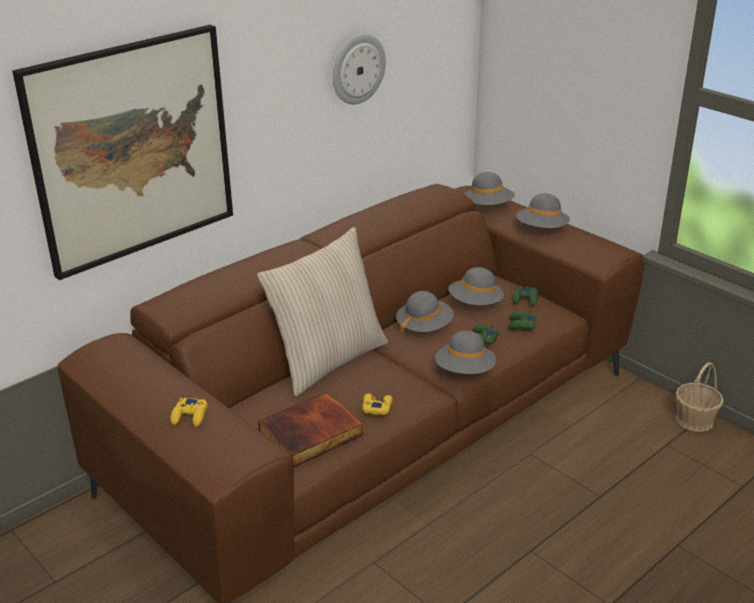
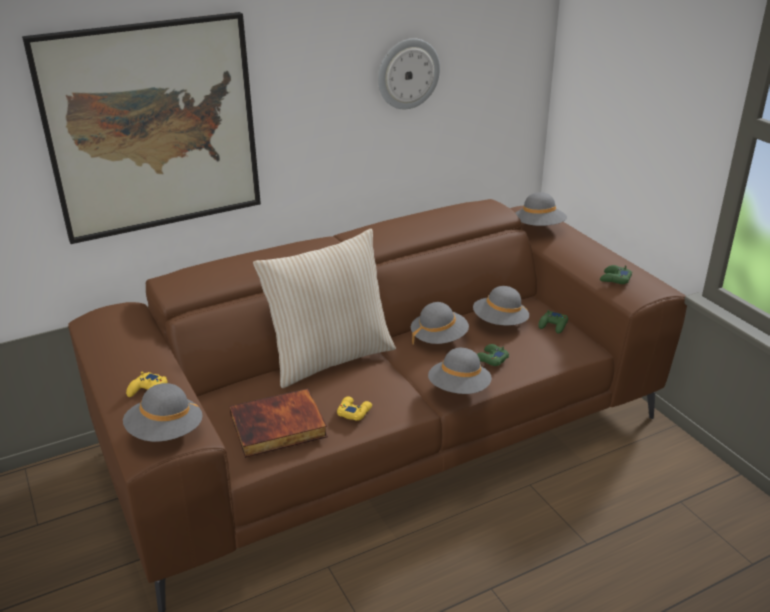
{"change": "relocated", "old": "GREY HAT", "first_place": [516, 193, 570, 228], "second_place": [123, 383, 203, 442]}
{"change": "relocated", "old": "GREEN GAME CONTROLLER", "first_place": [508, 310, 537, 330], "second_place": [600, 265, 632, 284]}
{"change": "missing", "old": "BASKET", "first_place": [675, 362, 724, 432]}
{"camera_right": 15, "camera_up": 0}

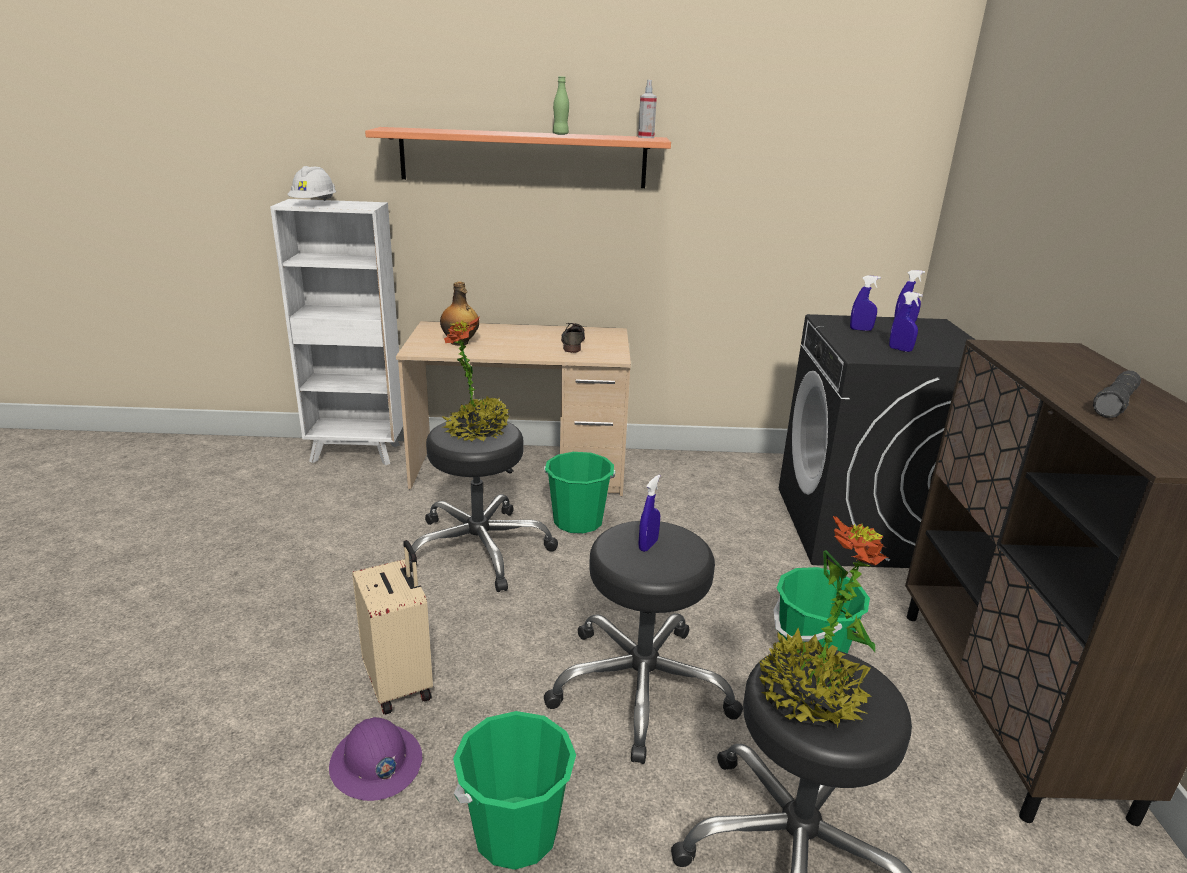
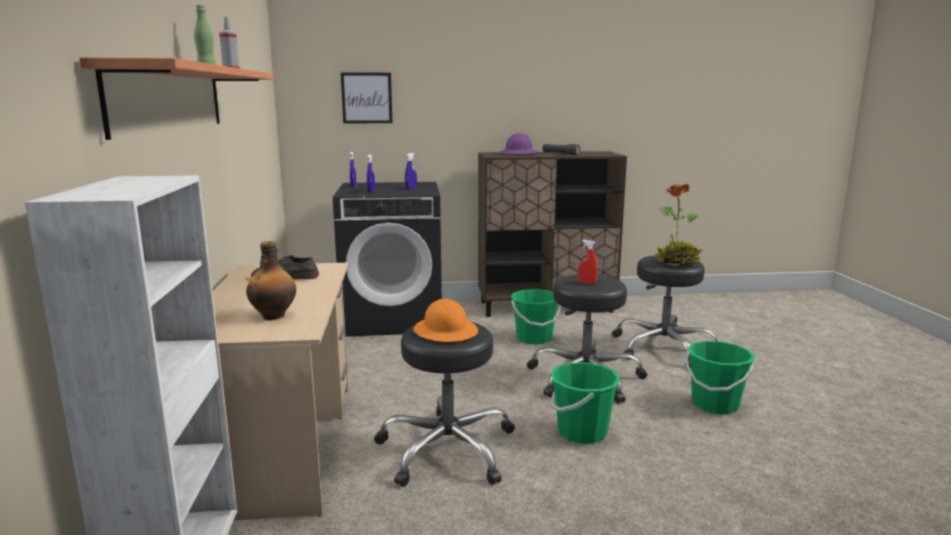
{"change": "appeared", "new": "PICTURE", "second_place": [341, 72, 393, 123]}
{"change": "exchanged", "old": "POTTED PLANT", "new": "ORANGE HARD HAT", "first_place": [442, 317, 509, 442], "second_place": [413, 299, 478, 342]}
{"change": "relocated", "old": "PURPLE HARD HAT", "first_place": [329, 717, 422, 801], "second_place": [499, 133, 539, 154]}
{"change": "relocated", "old": "GREEN BUCKET", "first_place": [544, 452, 615, 534], "second_place": [551, 362, 621, 444]}
{"change": "colour", "old": "BLUE SPRAY BOTTLE", "new": "RED SPRAY BOTTLE", "first_place": [638, 474, 660, 552], "second_place": [578, 240, 598, 284]}
{"change": "missing", "old": "WHITE HARD HAT", "first_place": [287, 166, 336, 201]}
{"change": "missing", "old": "BEIGE SUITCASE", "first_place": [352, 540, 433, 714]}
{"camera_right": -95, "camera_up": -10}

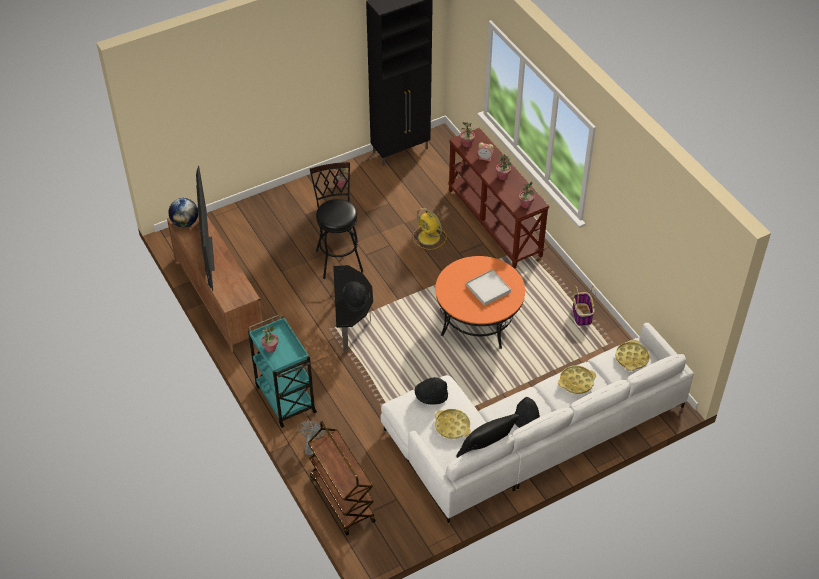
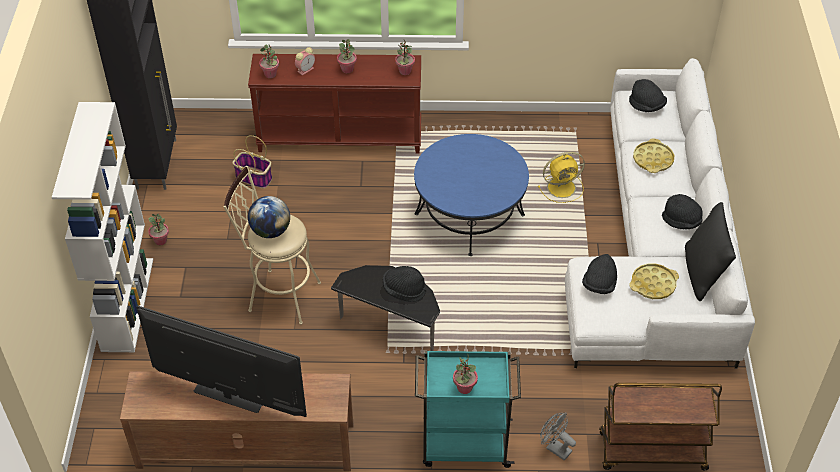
{"change": "appeared", "new": "WHITE BOOKCASE", "second_place": [52, 102, 153, 352]}
{"change": "colour", "old": "BLACK STOOL", "new": "BEIGE STOOL", "first_place": [310, 162, 364, 279], "second_place": [224, 166, 321, 325]}
{"change": "relocated", "old": "BASKET", "first_place": [573, 285, 596, 326], "second_place": [233, 135, 272, 188]}
{"change": "relocated", "old": "GLOBE", "first_place": [168, 198, 198, 227], "second_place": [248, 196, 290, 238]}
{"change": "colour", "old": "ORANGE COFFEE TABLE", "new": "BLUE COFFEE TABLE", "first_place": [435, 256, 525, 349], "second_place": [414, 134, 529, 256]}
{"change": "relocated", "old": "YELLOW FAN", "first_place": [413, 208, 447, 250], "second_place": [538, 152, 585, 203]}
{"change": "exchanged", "old": "YELLOW TRAY", "new": "BLACK HAT", "first_place": [615, 340, 649, 371], "second_place": [629, 79, 667, 112]}
{"change": "missing", "old": "WHITE TRAY", "first_place": [466, 270, 511, 306]}
{"camera_right": -60, "camera_up": 0}

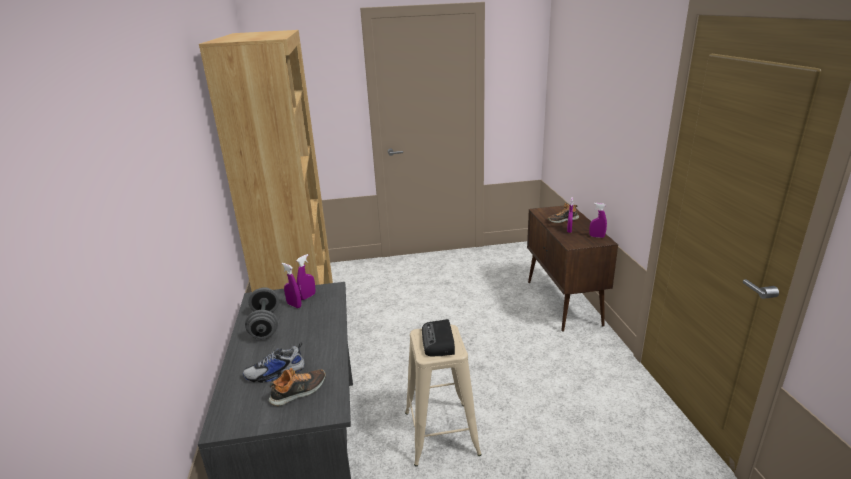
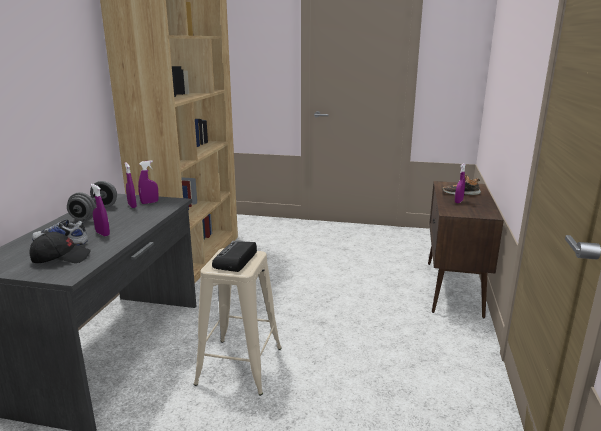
{"change": "exchanged", "old": "SHOE", "new": "BLACK CAP", "first_place": [269, 368, 326, 406], "second_place": [30, 232, 91, 263]}
{"change": "relocated", "old": "PURPLE SPRAY BOTTLE", "first_place": [589, 203, 607, 238], "second_place": [91, 184, 110, 236]}
{"camera_right": 20, "camera_up": -5}

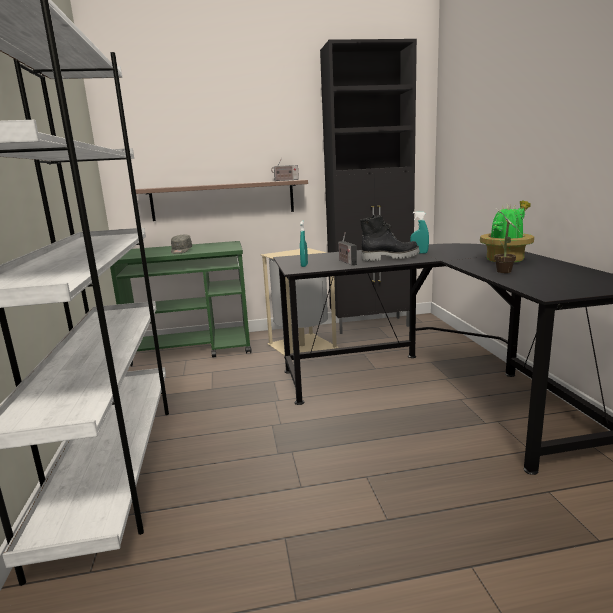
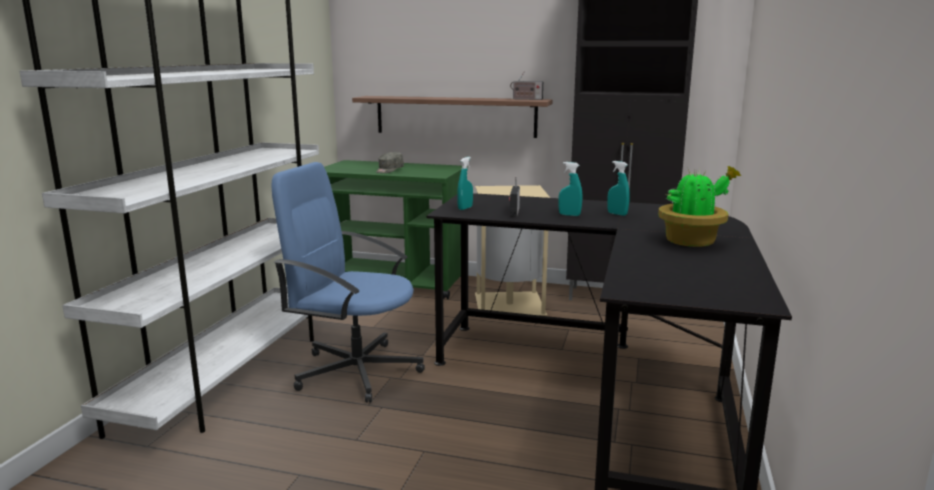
{"change": "appeared", "new": "BLUE OFFICE CHAIR", "second_place": [271, 162, 425, 403]}
{"change": "exchanged", "old": "BLACK BOOT", "new": "TURQUOISE SPRAY BOTTLE", "first_place": [360, 215, 420, 261], "second_place": [559, 162, 582, 216]}
{"change": "missing", "old": "POTTED PLANT", "first_place": [494, 209, 522, 273]}
{"camera_right": 25, "camera_up": 0}

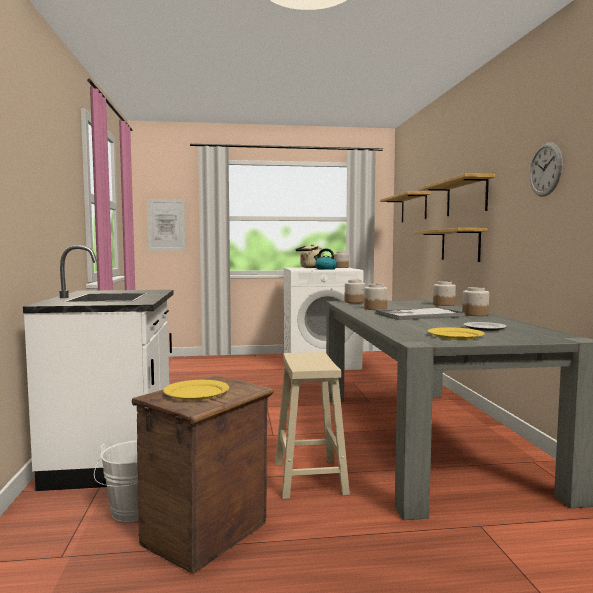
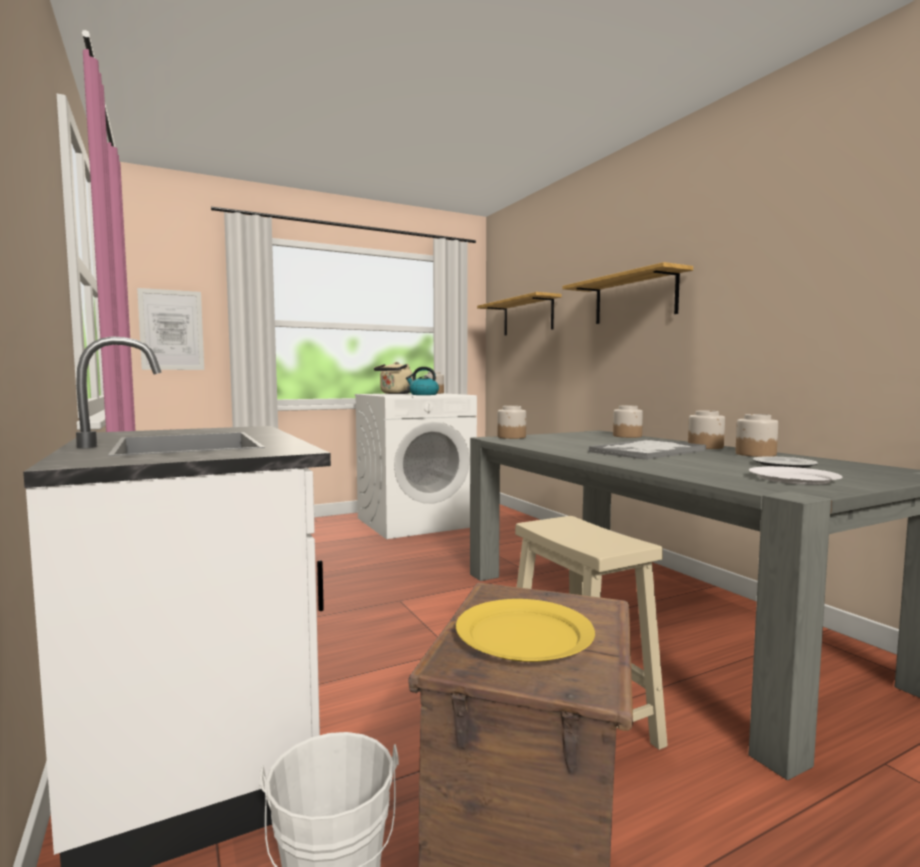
{"change": "relocated", "old": "JAR", "first_place": [364, 284, 387, 310], "second_place": [736, 414, 778, 457]}
{"change": "colour", "old": "YELLOW PLATE", "new": "WHITE PLATE", "first_place": [428, 327, 485, 340], "second_place": [749, 466, 842, 485]}
{"change": "missing", "old": "SHELF", "first_place": [415, 228, 487, 262]}
{"change": "missing", "old": "WALL CLOCK", "first_place": [529, 142, 563, 197]}
{"camera_right": -20, "camera_up": 0}

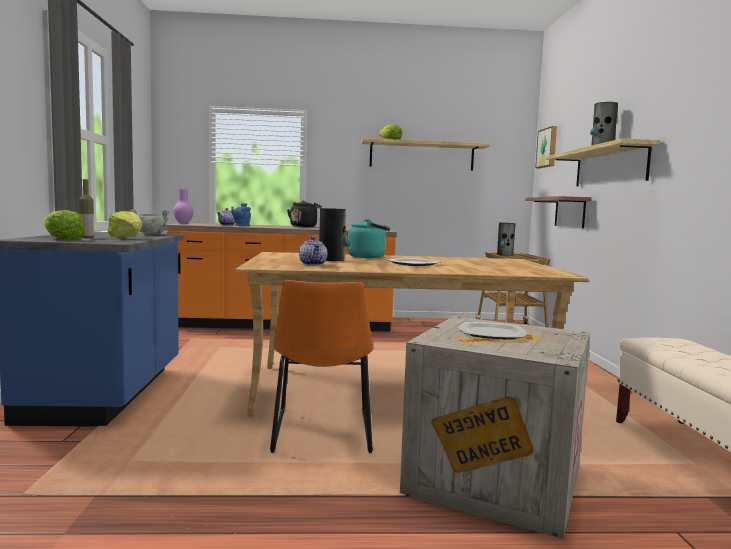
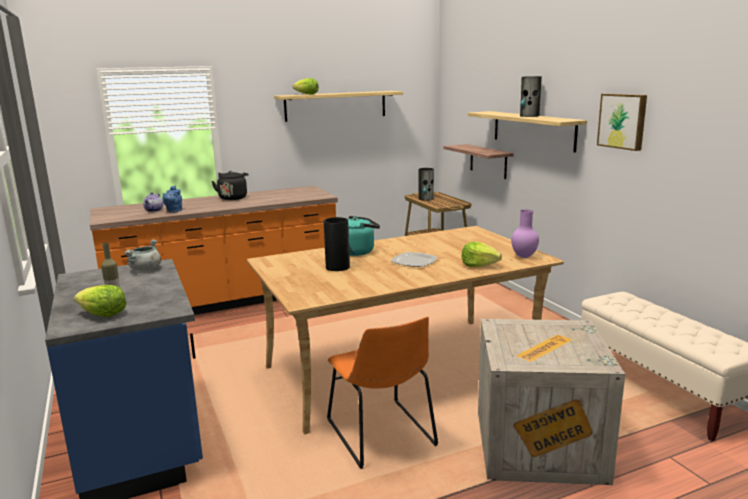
{"change": "relocated", "old": "LETTUCE", "first_place": [107, 211, 142, 238], "second_place": [462, 241, 502, 267]}
{"change": "relocated", "old": "PURPLE VASE", "first_place": [173, 189, 194, 224], "second_place": [511, 210, 539, 258]}
{"change": "relocated", "old": "PICTURE", "first_place": [535, 126, 557, 168], "second_place": [597, 94, 647, 151]}
{"change": "missing", "old": "TEAPOT", "first_place": [299, 237, 327, 266]}
{"change": "missing", "old": "PLATE", "first_place": [459, 322, 527, 340]}
{"camera_right": -20, "camera_up": 10}

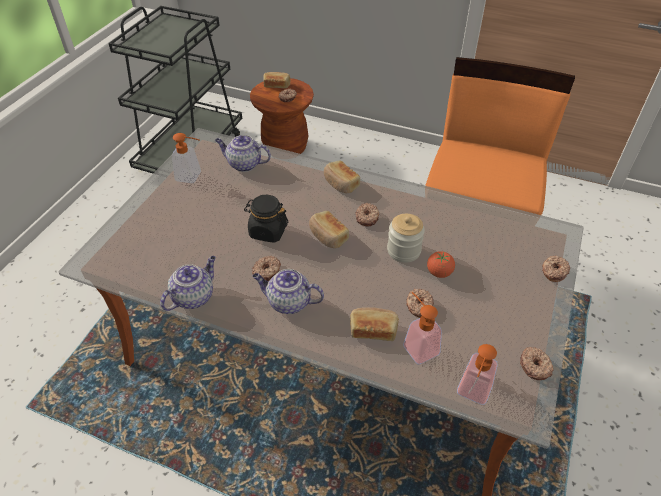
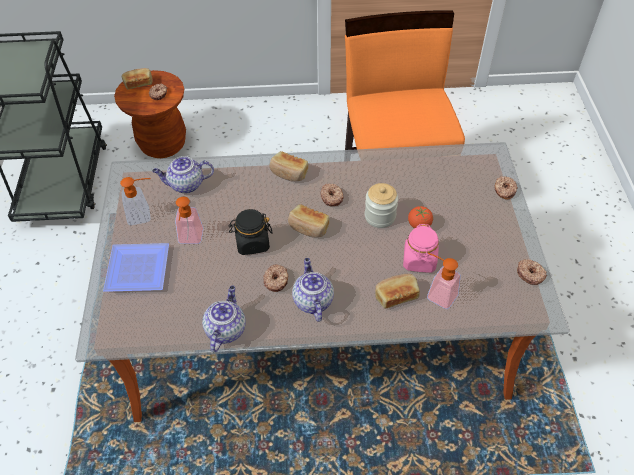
{"change": "appeared", "new": "PLATE", "second_place": [103, 243, 169, 292]}
{"change": "relocated", "old": "SOAP DISPENSER", "first_place": [457, 344, 498, 405], "second_place": [175, 197, 204, 244]}
{"change": "spun", "old": "TEAPOT", "first_place": [252, 269, 324, 314], "second_place": [292, 258, 334, 322], "degrees": 90}
{"change": "exchanged", "old": "DONUT", "new": "PINK JAR", "first_place": [406, 288, 434, 318], "second_place": [403, 224, 439, 273]}
{"camera_right": -25, "camera_up": 5}

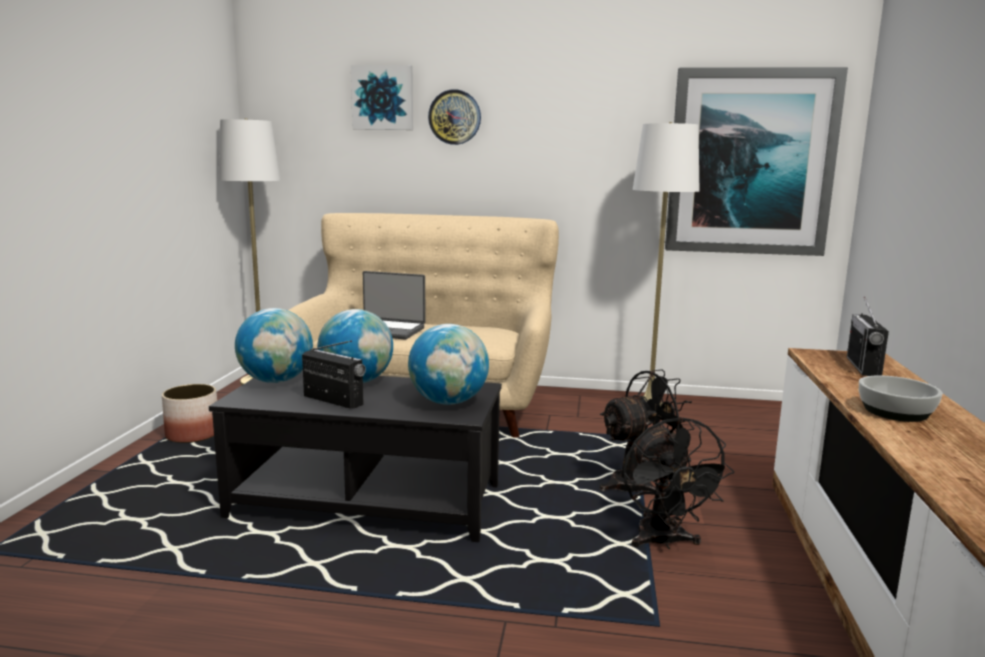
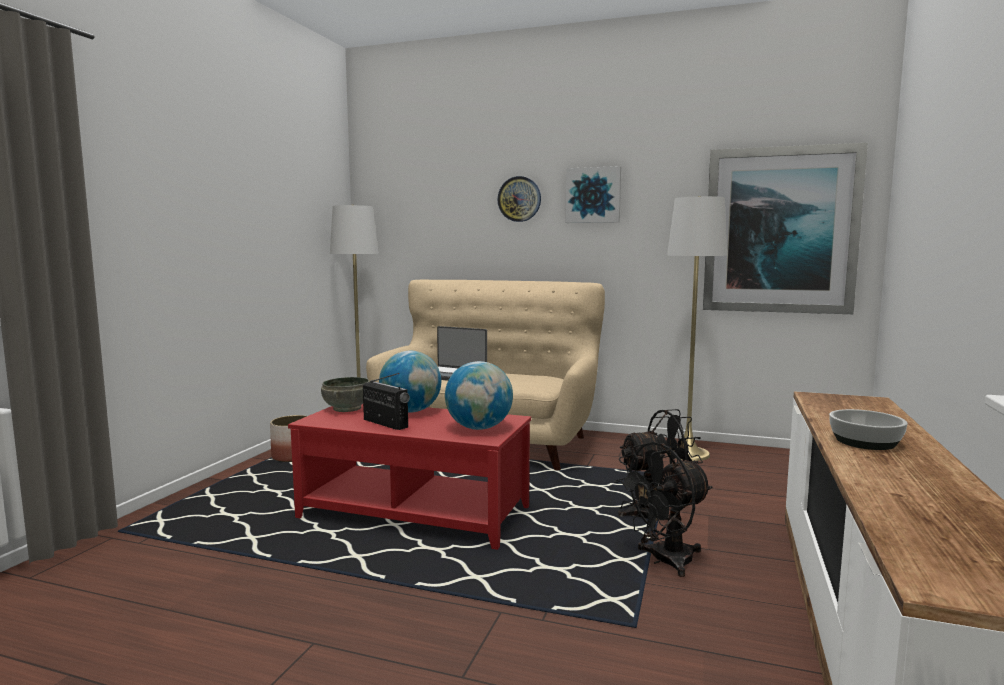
{"change": "colour", "old": "BLACK COFFEE TABLE", "new": "RED COFFEE TABLE", "first_place": [209, 371, 502, 542], "second_place": [288, 404, 531, 550]}
{"change": "exchanged", "old": "GLOBE", "new": "GREY BOWL", "first_place": [235, 308, 313, 383], "second_place": [321, 377, 370, 412]}
{"change": "relocated", "old": "PICTURE", "first_place": [351, 65, 413, 130], "second_place": [565, 166, 621, 223]}
{"change": "spun", "old": "BLACK FAN", "first_place": [623, 417, 734, 549], "second_place": [614, 442, 712, 577], "degrees": 60}
{"change": "missing", "old": "RADIO", "first_place": [847, 297, 889, 376]}
{"camera_right": 10, "camera_up": -5}

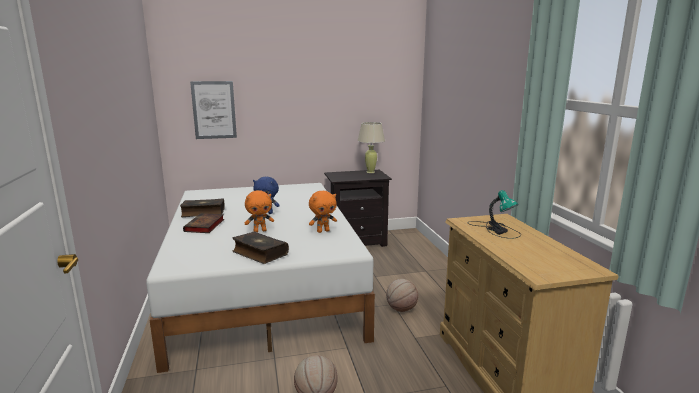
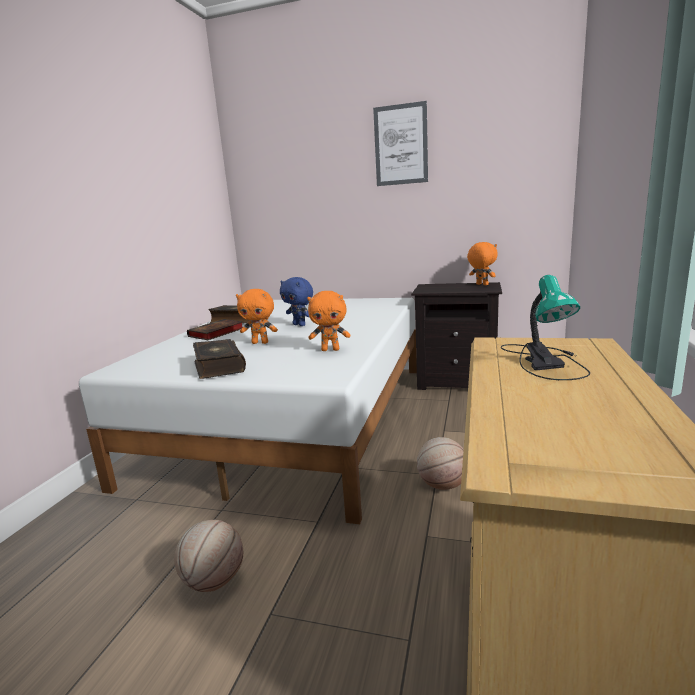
{"change": "relocated", "old": "PICTURE", "first_place": [190, 81, 237, 139], "second_place": [373, 101, 428, 186]}
{"change": "exchanged", "old": "BEIGE TABLE LAMP", "new": "ORANGE PLUSH TOY", "first_place": [358, 122, 385, 173], "second_place": [467, 242, 498, 285]}
{"camera_right": 30, "camera_up": 0}

